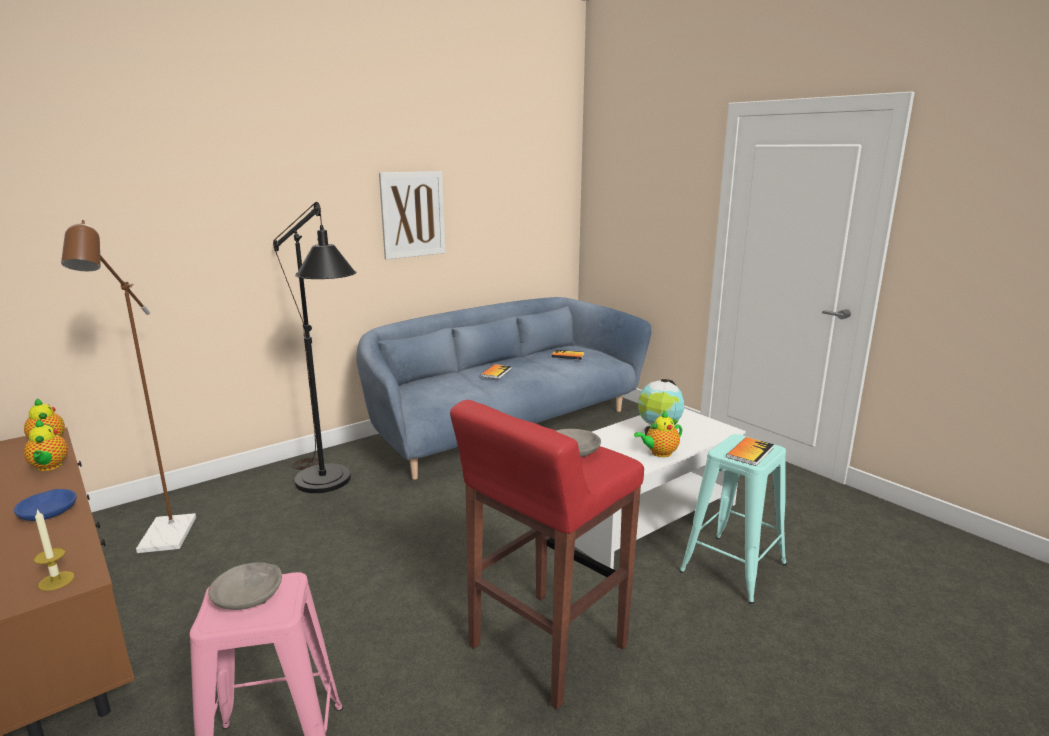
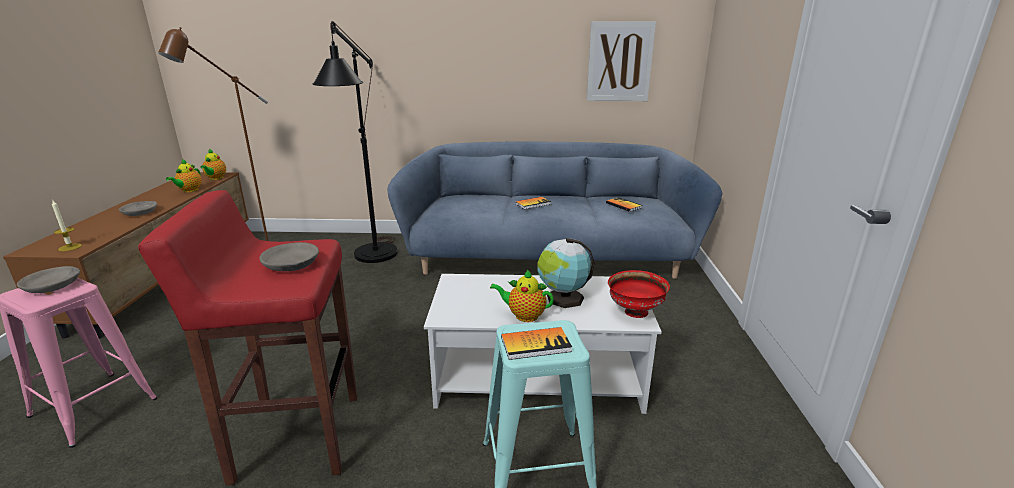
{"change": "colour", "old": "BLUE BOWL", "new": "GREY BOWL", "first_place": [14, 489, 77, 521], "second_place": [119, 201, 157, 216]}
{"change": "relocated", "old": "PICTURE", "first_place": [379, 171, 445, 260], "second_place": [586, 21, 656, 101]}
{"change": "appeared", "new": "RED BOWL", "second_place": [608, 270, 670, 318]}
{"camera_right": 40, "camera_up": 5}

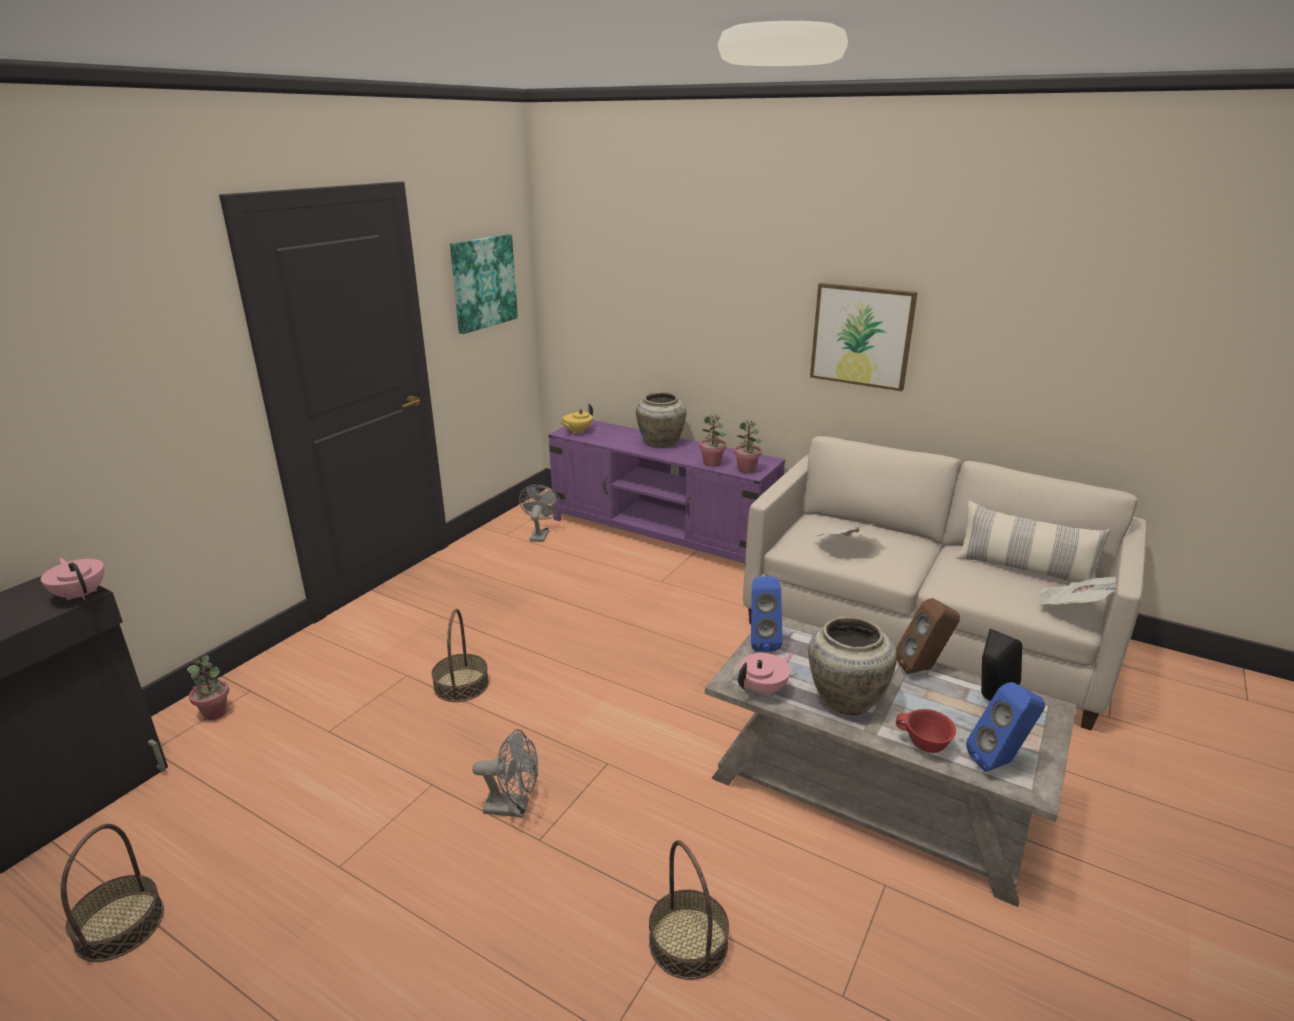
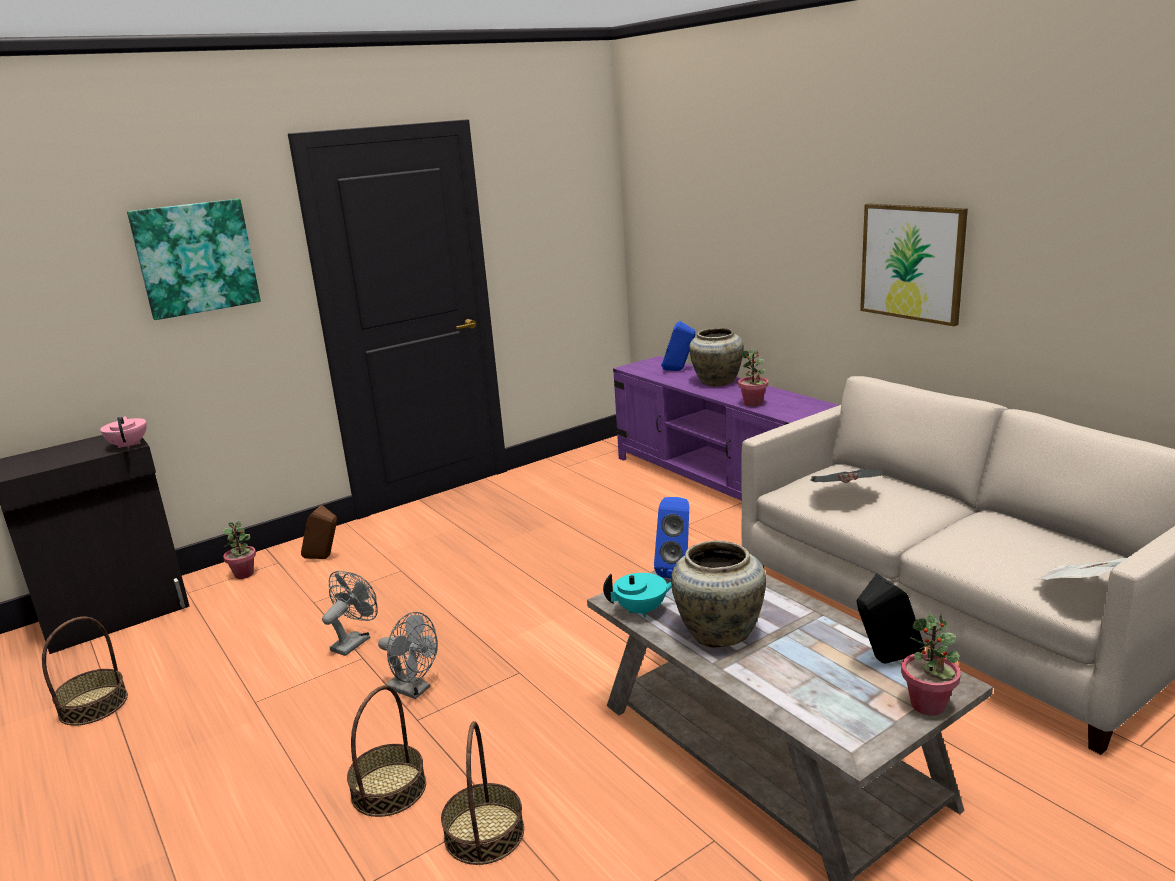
{"change": "relocated", "old": "PICTURE", "first_place": [450, 234, 518, 334], "second_place": [127, 199, 261, 320]}
{"change": "relocated", "old": "BROWN SPEAKER", "first_place": [896, 598, 960, 674], "second_place": [301, 505, 337, 559]}
{"change": "relocated", "old": "GREY FAN", "first_place": [519, 485, 561, 542], "second_place": [322, 571, 378, 656]}
{"change": "relocated", "old": "BASKET", "first_place": [432, 609, 489, 702], "second_place": [347, 685, 426, 817]}
{"change": "colour", "old": "PINK TEAPOT", "new": "TURQUOISE TEAPOT", "first_place": [738, 653, 793, 696], "second_place": [603, 573, 672, 618]}
{"change": "relocated", "old": "BLUE SPEAKER", "first_place": [966, 682, 1045, 772], "second_place": [661, 321, 695, 371]}
{"change": "relocated", "old": "POTTED PLANT", "first_place": [734, 420, 762, 474], "second_place": [901, 614, 961, 716]}
{"change": "missing", "old": "YELLOW TEAPOT", "first_place": [561, 404, 593, 434]}
{"change": "missing", "old": "RED BOWL", "first_place": [896, 709, 956, 753]}
{"change": "missing", "old": "PILLOW", "first_place": [956, 501, 1110, 582]}
{"camera_right": 25, "camera_up": -5}

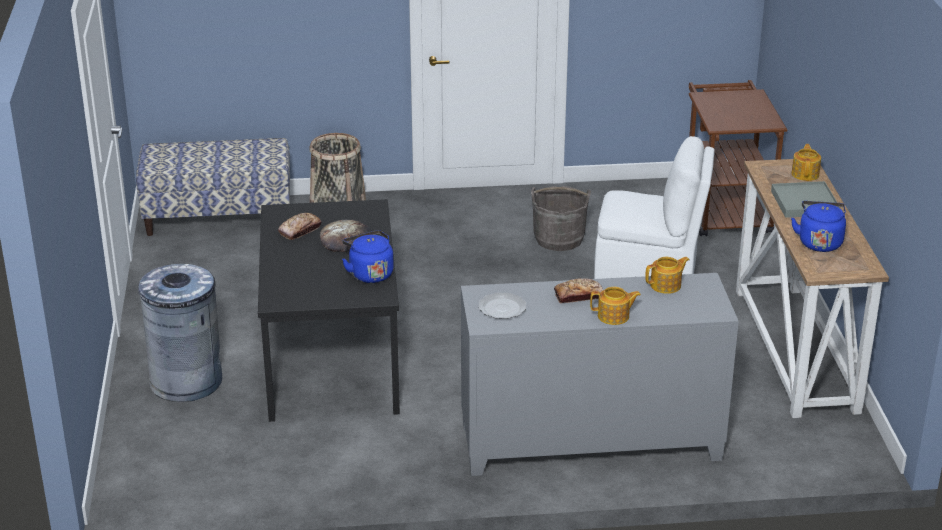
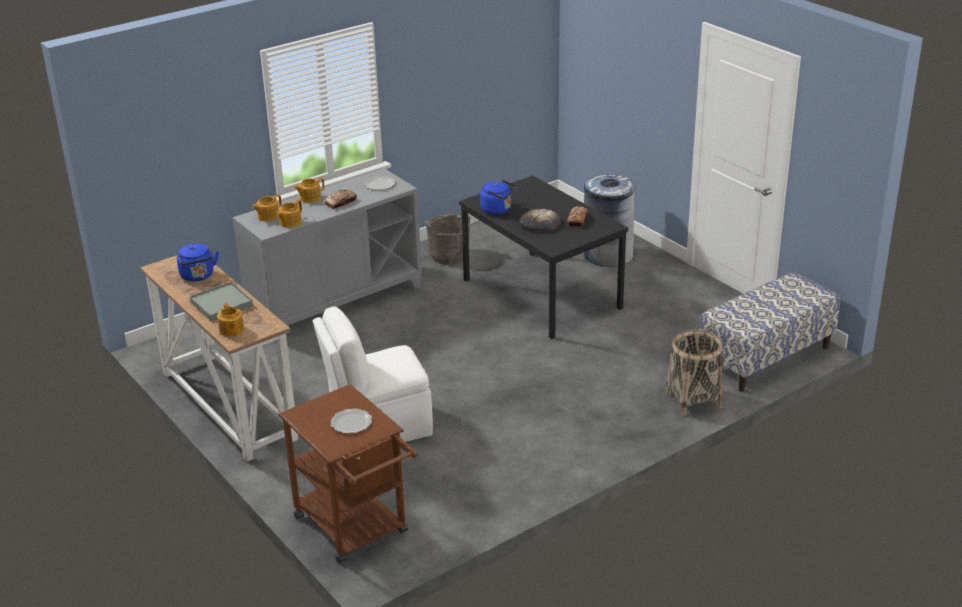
{"change": "appeared", "new": "TEAPOT", "second_place": [252, 195, 282, 221]}
{"change": "appeared", "new": "PLATE", "second_place": [331, 408, 372, 434]}
{"change": "relocated", "old": "GREY BUCKET", "first_place": [531, 186, 591, 251], "second_place": [425, 214, 470, 265]}
{"camera_right": 150, "camera_up": 0}

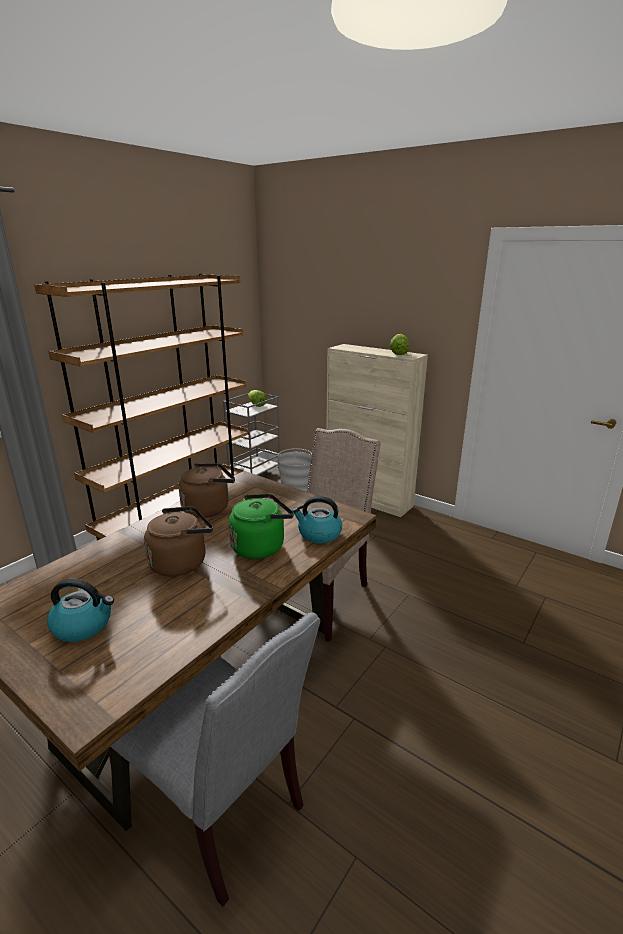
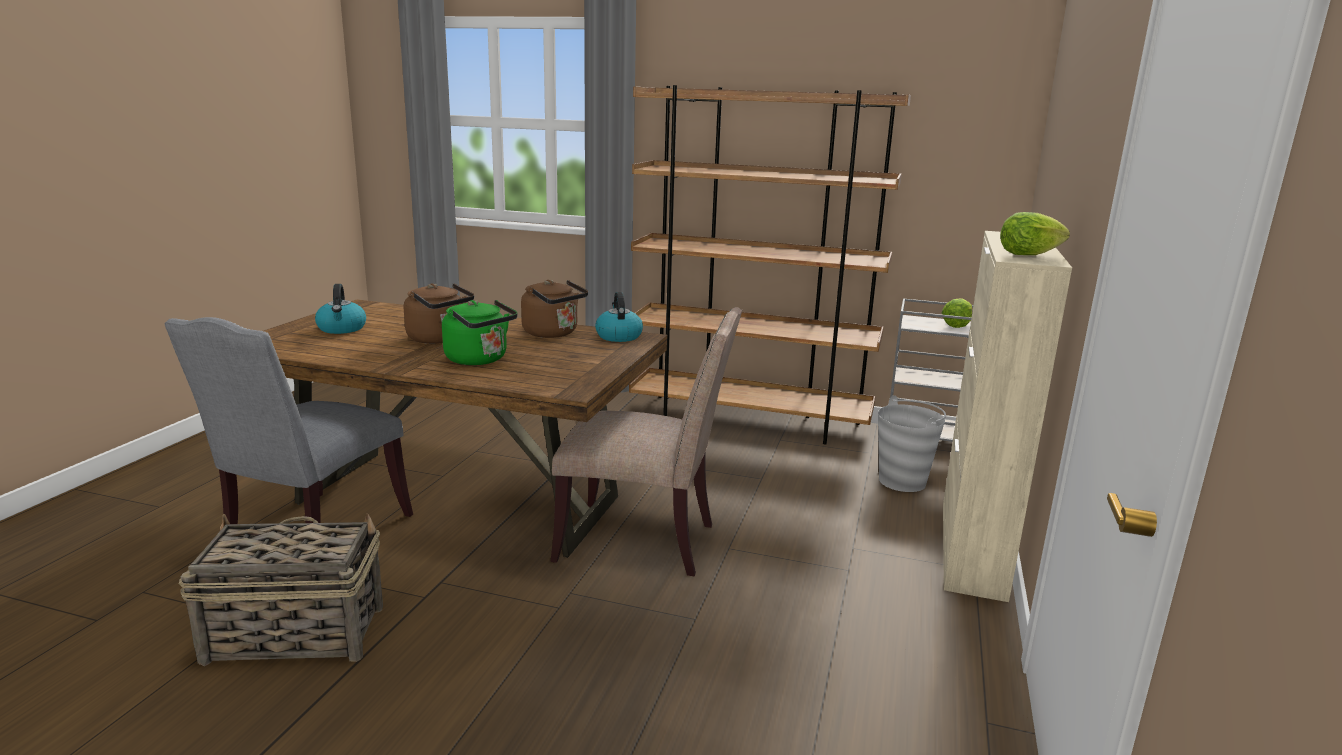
{"change": "appeared", "new": "BASKET", "second_place": [179, 513, 383, 666]}
{"change": "relocated", "old": "KETTLE", "first_place": [292, 496, 342, 543], "second_place": [595, 292, 643, 342]}
{"camera_right": 70, "camera_up": -5}

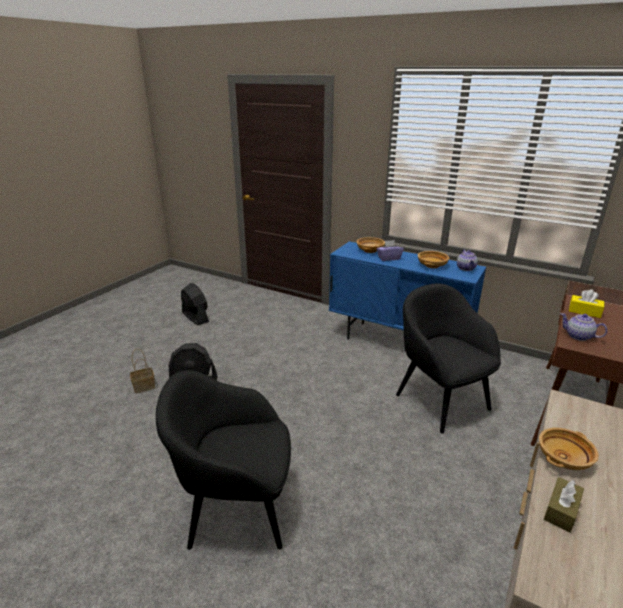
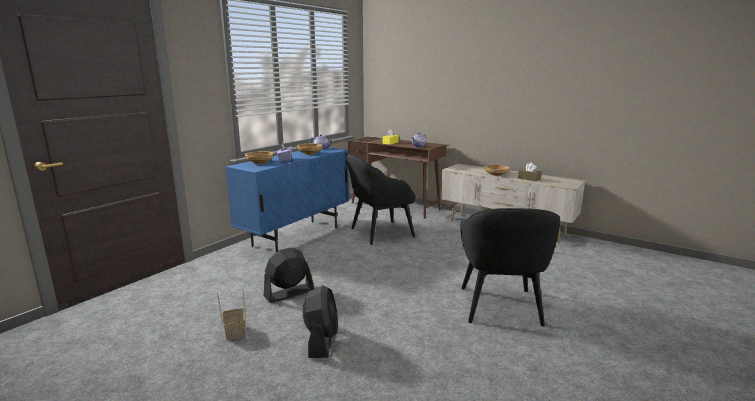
{"change": "relocated", "old": "BASKET", "first_place": [130, 349, 155, 394], "second_place": [217, 288, 246, 341]}
{"change": "relocated", "old": "BLACK FAN", "first_place": [181, 283, 209, 325], "second_place": [264, 247, 314, 303]}
{"camera_right": -85, "camera_up": -10}

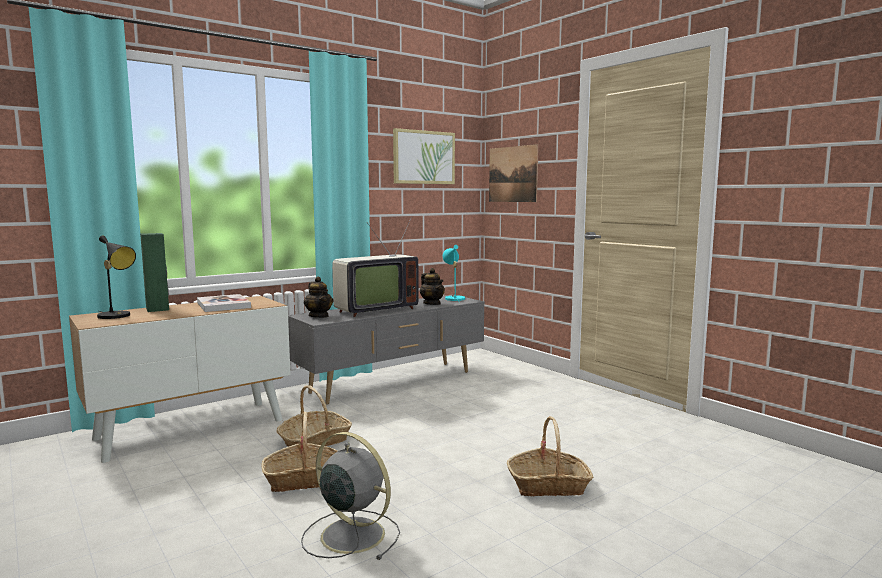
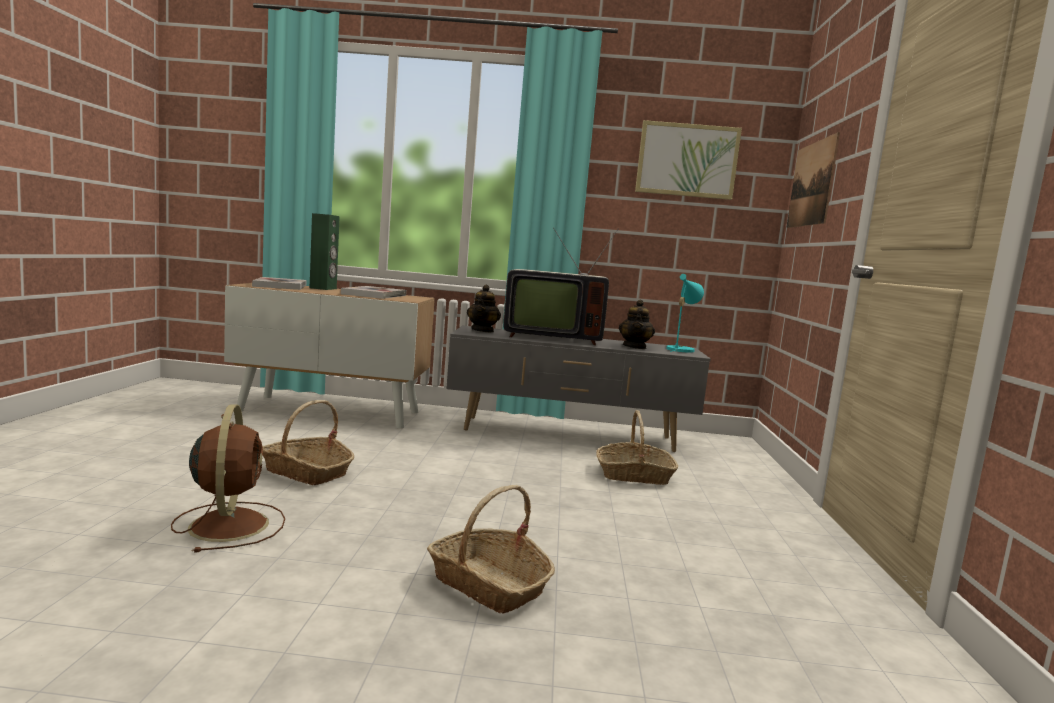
{"change": "colour", "old": "GREY FAN", "new": "BROWN FAN", "first_place": [301, 432, 400, 560], "second_place": [171, 404, 285, 553]}
{"change": "exchanged", "old": "BLACK TABLE LAMP", "new": "BOOK", "first_place": [97, 236, 136, 319], "second_place": [252, 277, 306, 290]}
{"change": "relocated", "old": "BASKET", "first_place": [277, 385, 352, 447], "second_place": [596, 410, 678, 485]}
{"camera_right": 40, "camera_up": 0}

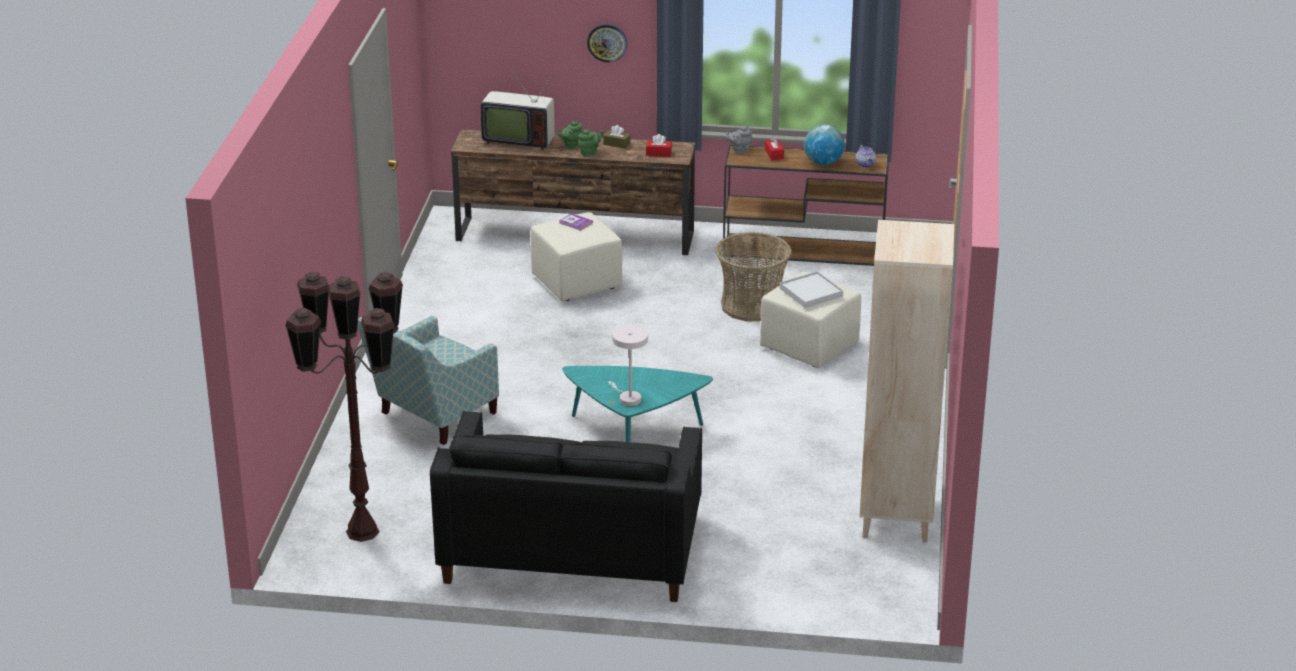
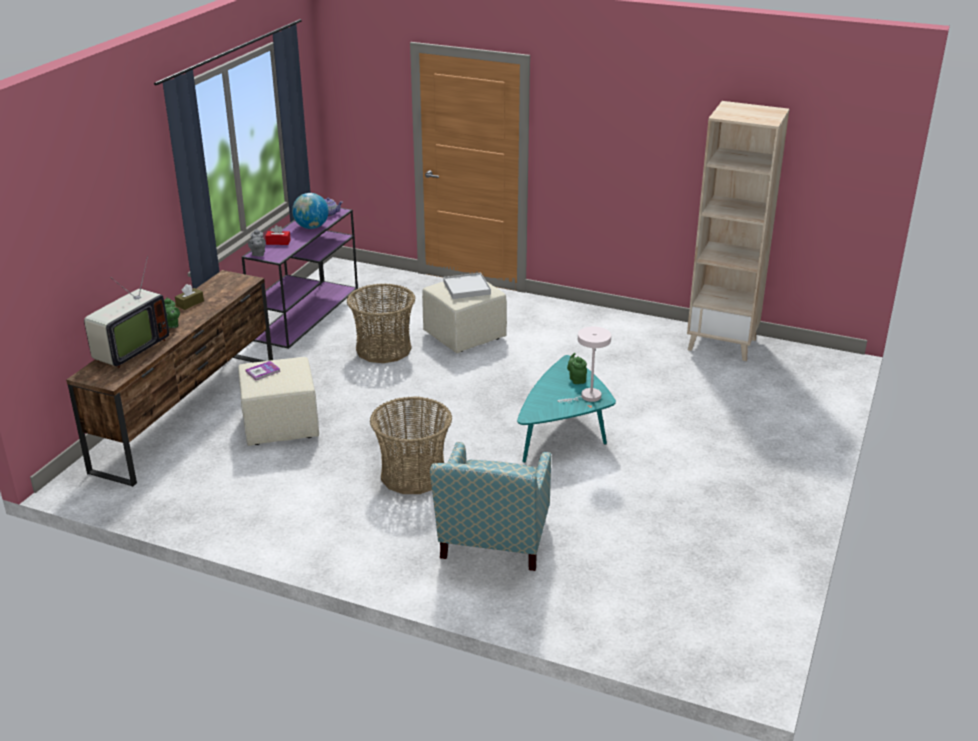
{"change": "colour", "old": "BROWN CONSOLE TABLE", "new": "PURPLE CONSOLE TABLE", "first_place": [723, 145, 889, 266], "second_place": [242, 208, 358, 349]}
{"change": "appeared", "new": "BASKET", "second_place": [370, 396, 452, 494]}
{"change": "spun", "old": "ARMCHAIR", "first_place": [358, 316, 499, 445], "second_place": [430, 442, 551, 571], "degrees": 45}
{"change": "relocated", "old": "GREEN TEAPOT", "first_place": [578, 129, 603, 157], "second_place": [567, 353, 587, 384]}
{"change": "missing", "old": "BROWN FLOOR LAMP", "first_place": [285, 272, 403, 542]}
{"change": "missing", "old": "BLACK SOFA", "first_place": [430, 411, 702, 602]}
{"change": "missing", "old": "WALL CLOCK", "first_place": [587, 24, 627, 62]}
{"change": "missing", "old": "RED TISSUE BOX", "first_place": [646, 134, 672, 157]}
{"camera_right": -75, "camera_up": 0}

